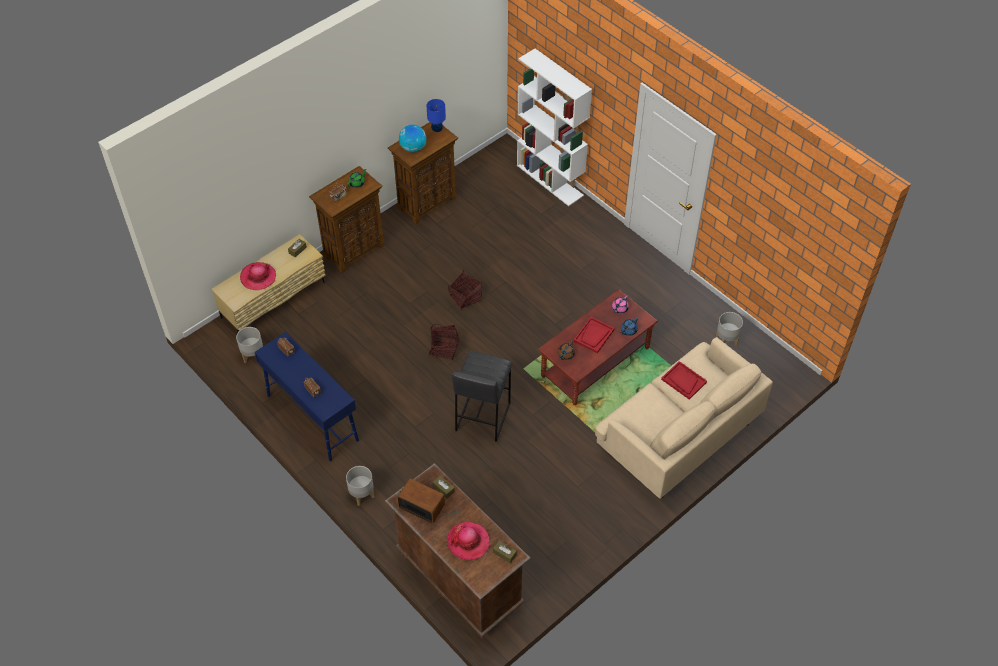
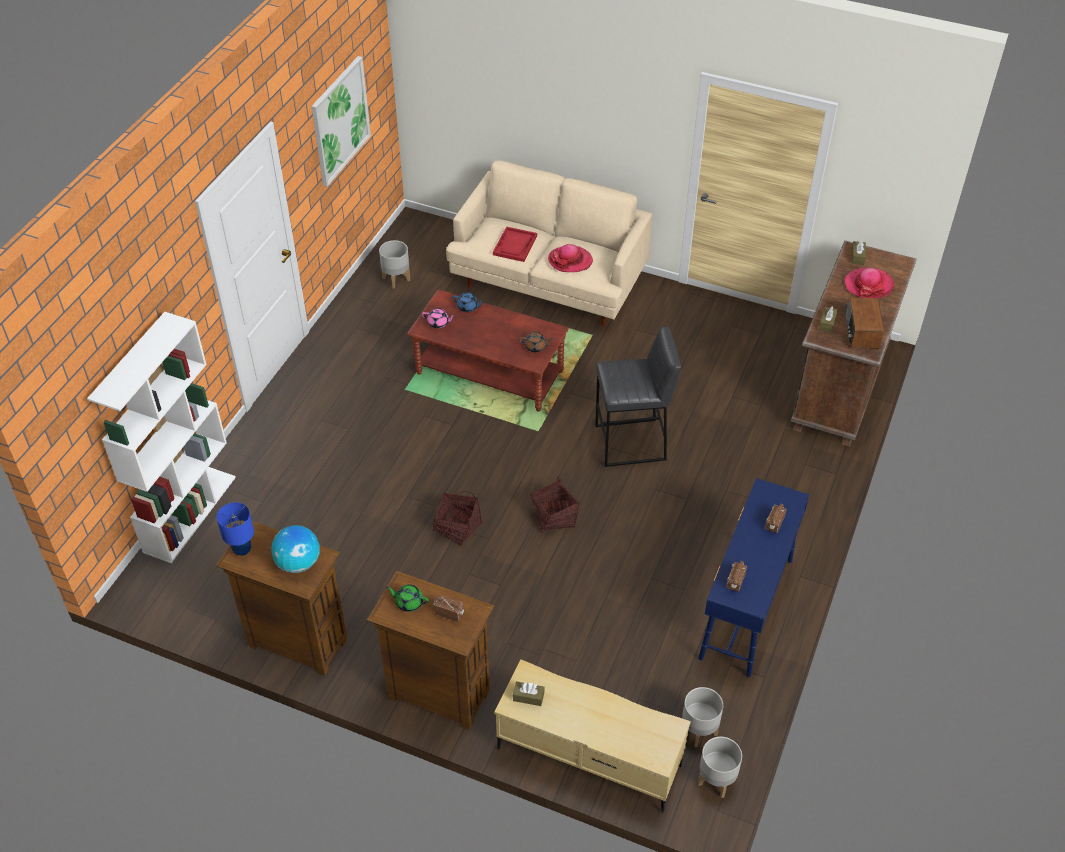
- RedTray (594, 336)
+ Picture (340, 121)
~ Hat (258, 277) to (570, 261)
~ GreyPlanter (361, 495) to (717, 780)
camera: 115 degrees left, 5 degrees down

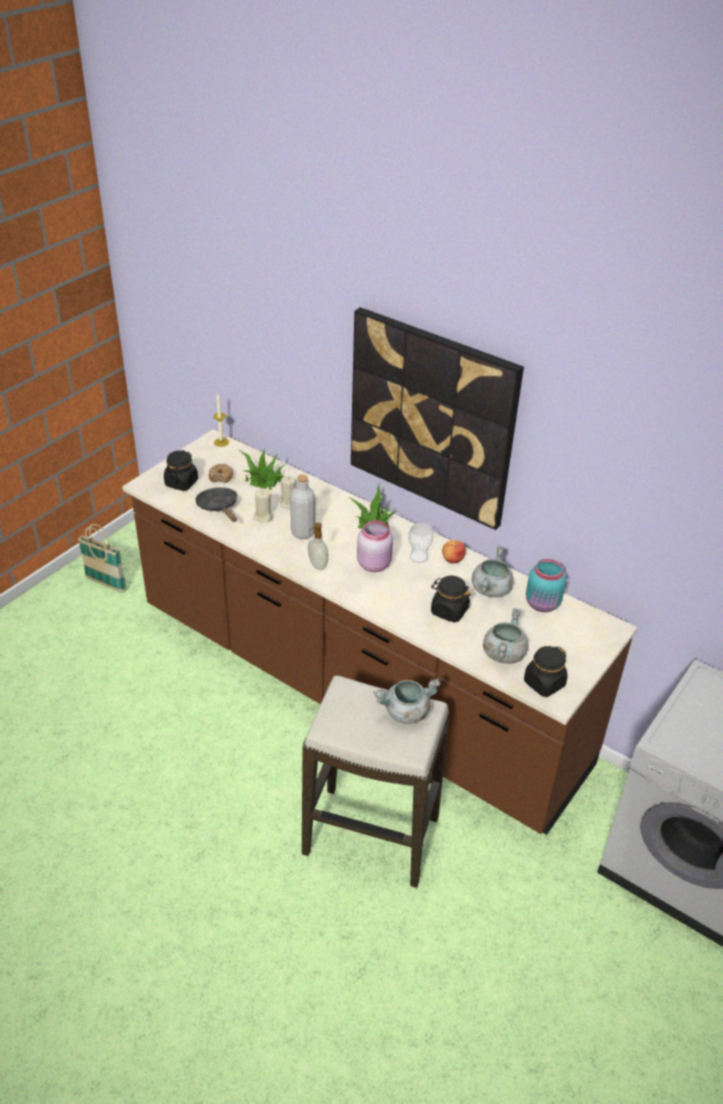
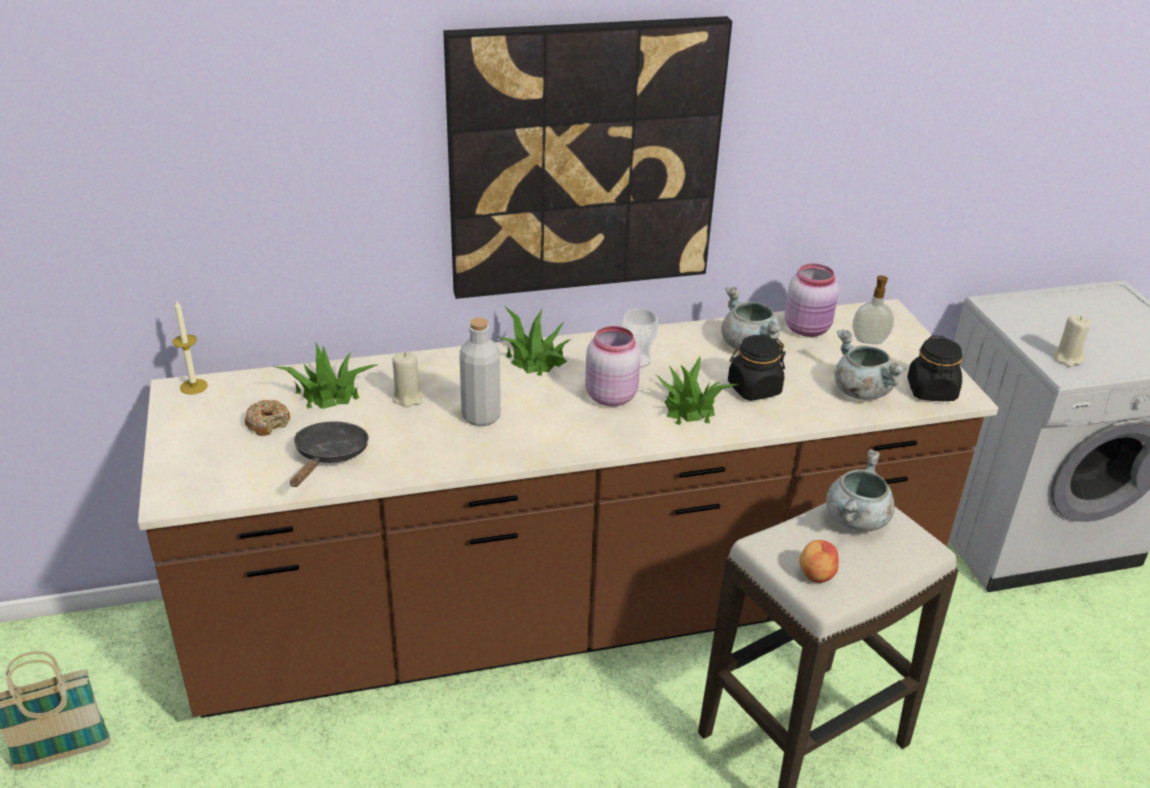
- BlackJar (181, 483)
+ PottedPlant (689, 407)
~ BeigeCandle (263, 517) to (1067, 358)
~ SoapDispenser (317, 565) to (869, 341)
~ Apple (452, 559) to (815, 574)
~ TurquoiseJar (543, 604) to PinkJar (808, 329)
~ BlackFryingPan (219, 507) = (329, 456) 90 degrees clockwise
camera: 50 degrees left, 5 degrees down

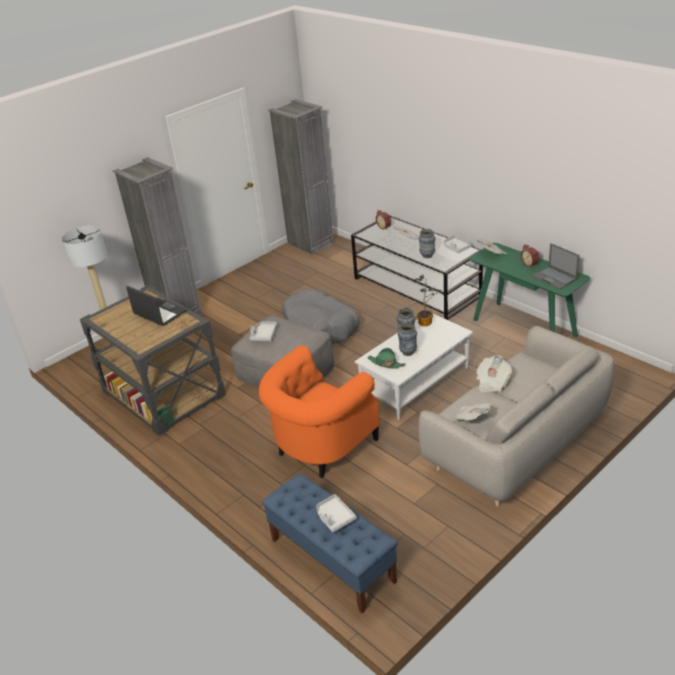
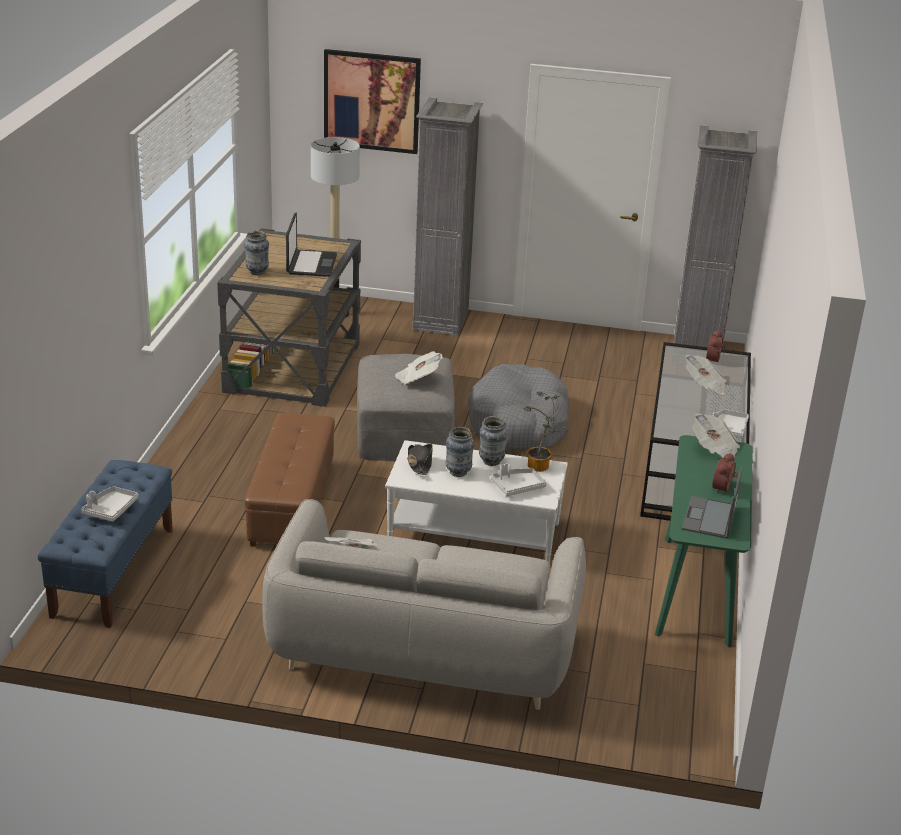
+ Picture (372, 101)
~ GreyTray (264, 335) to (517, 487)
~ Vase (427, 255) to (257, 272)
~ Newspaper (492, 382) to (417, 378)
~ OrangeArmchair (322, 446) to BrownOttoman (291, 502)
~ GreenHat (386, 363) to BlackHat (419, 463)
camera: 50 degrees right, 5 degrees down

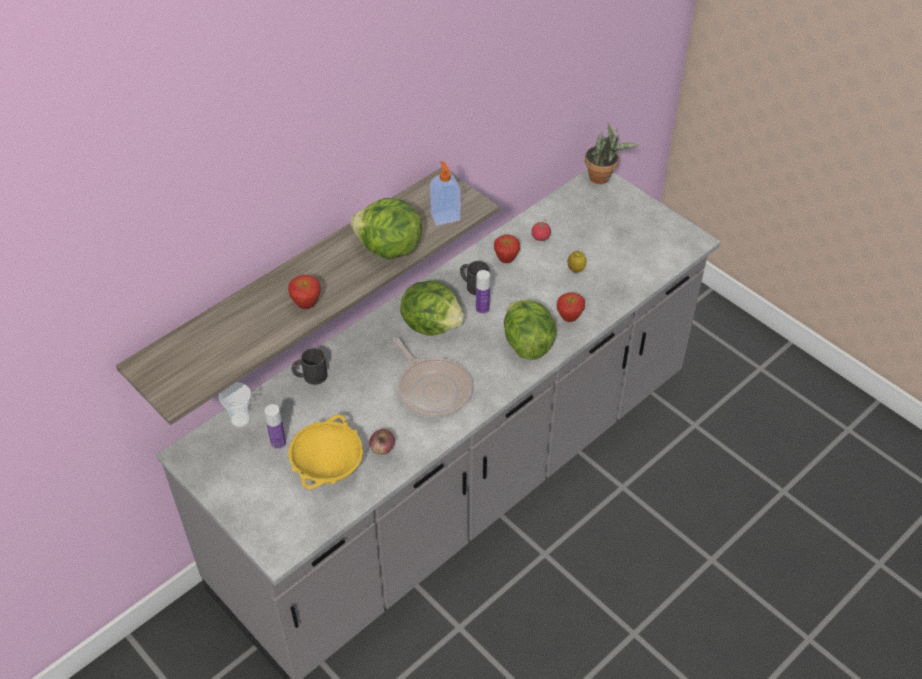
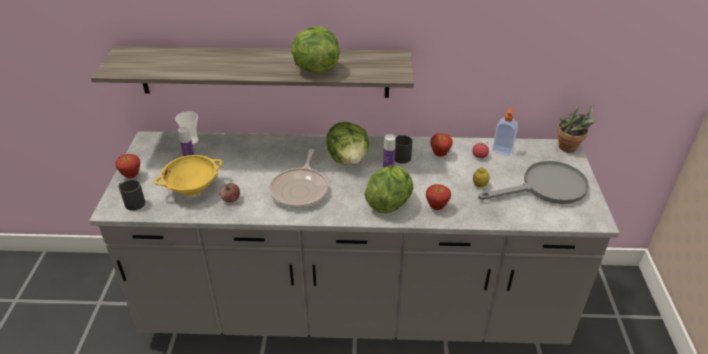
+ GreyFryingPan (546, 188)
~ Apple (306, 305) to (131, 176)
~ BlackMug (310, 376) to (132, 202)
~ SoapDispenser (445, 216) to (502, 150)
camera: 45 degrees right, 10 degrees down

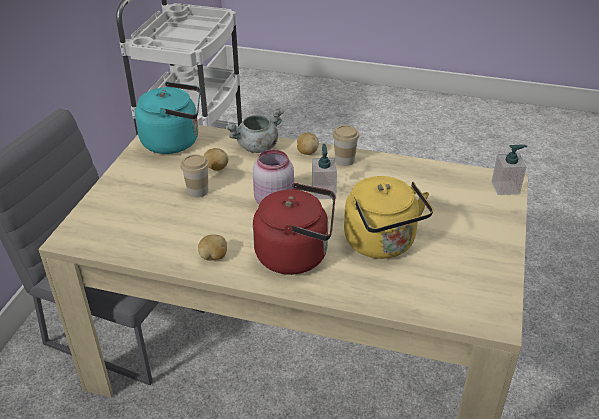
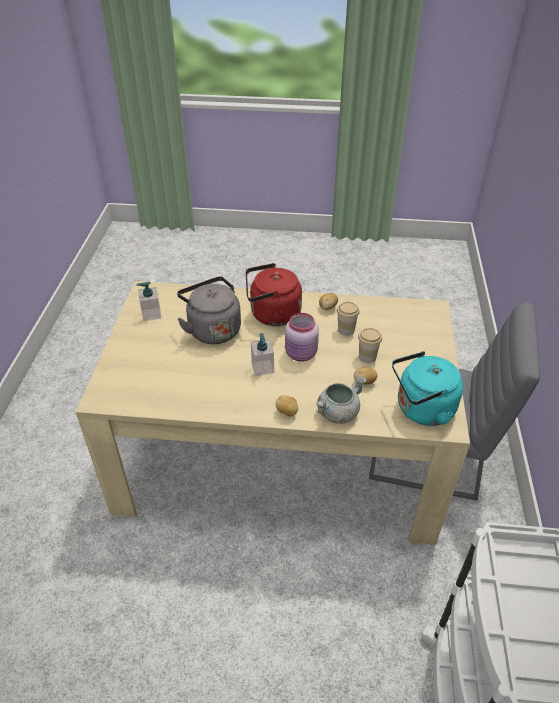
~ Cup (344, 160) to (346, 330)
~ SoapDispenser (505, 188) to (151, 314)
~ YellowKettle (382, 244) to GreyKettle (212, 329)
camera: 170 degrees right, 5 degrees up

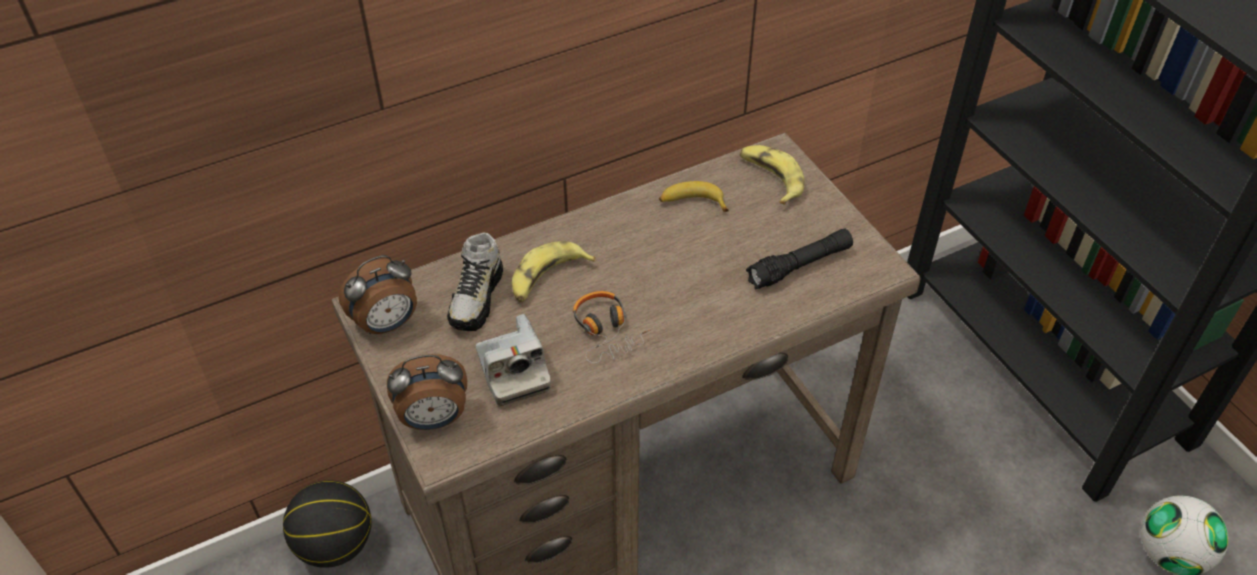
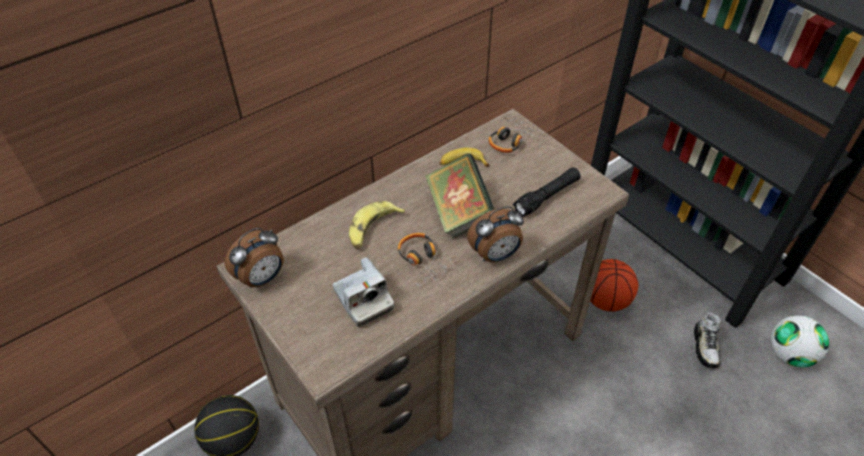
+ Book (459, 212)
+ Basketball (606, 300)
~ AlarmClock (434, 419) to (495, 255)
~ Shoe (477, 298) to (705, 347)
~ Banana (770, 178) to Headphones (511, 140)
camera: 10 degrees left, 0 degrees up

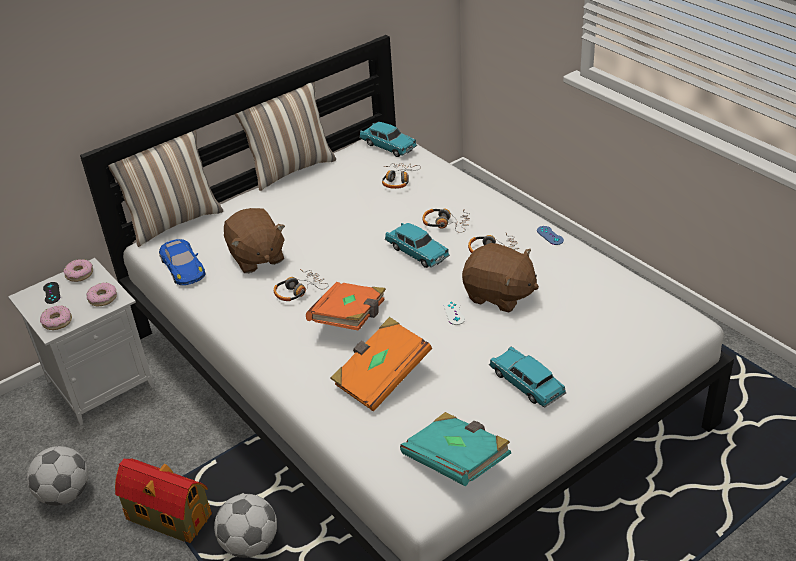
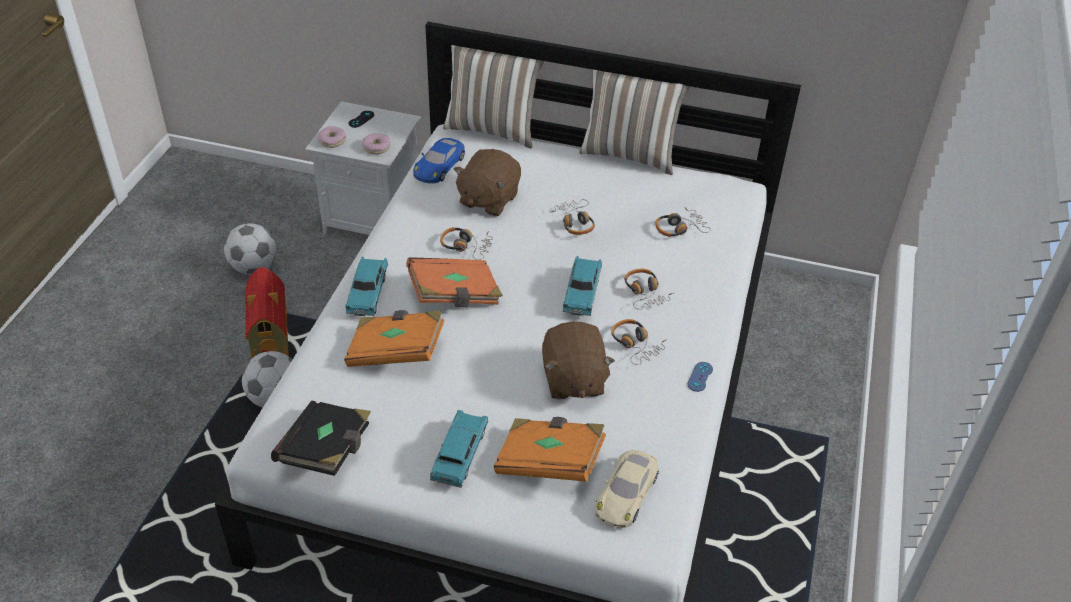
- Donut (79, 274)
- WhiteGameController (454, 312)
+ OrangeBook (549, 462)
+ Headphones (574, 222)
+ BeigeToyCar (626, 493)
~ TurquoiseToyCar (388, 146) to (368, 294)
~ TurquoiseBook (456, 461) to BlackBook (327, 450)
camera: 50 degrees right, 5 degrees up

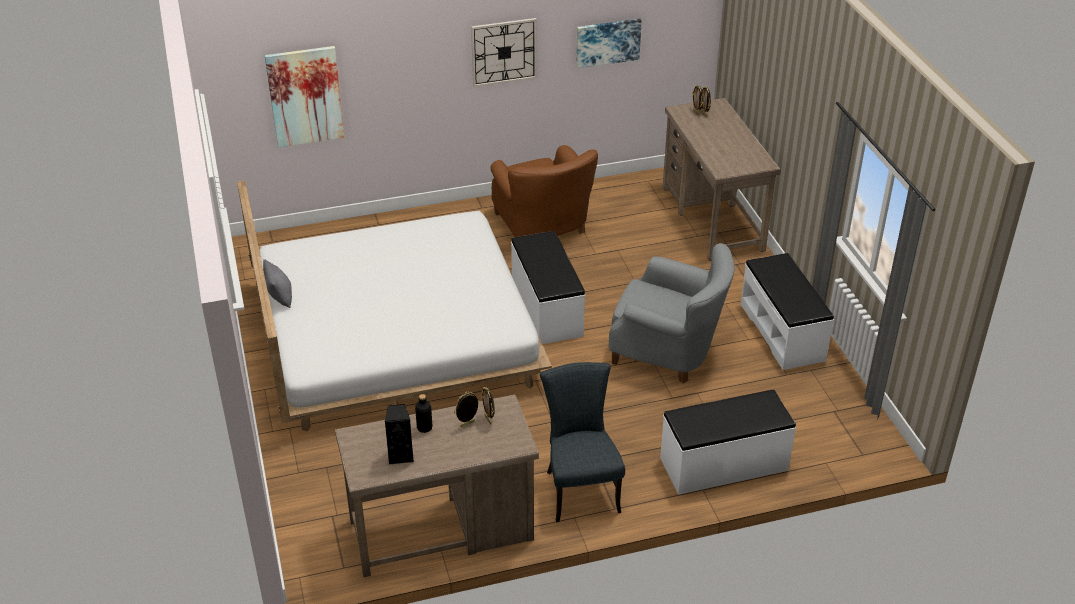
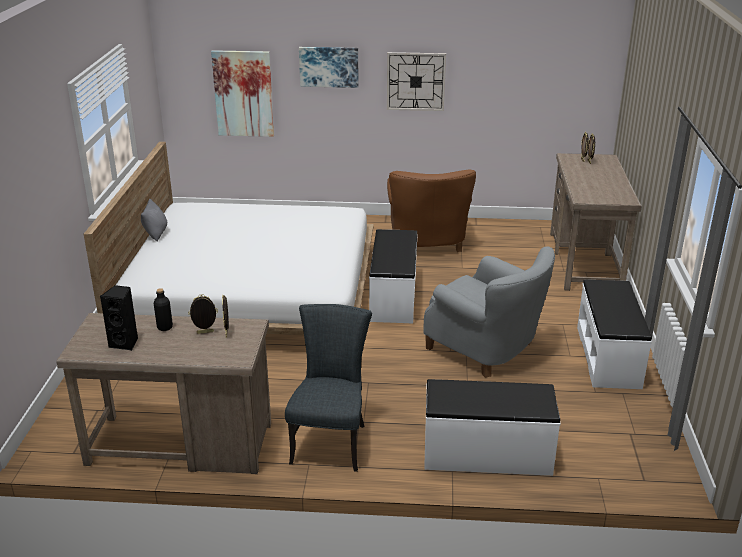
~ Picture (607, 42) to (329, 66)
camera: 20 degrees right, 10 degrees down

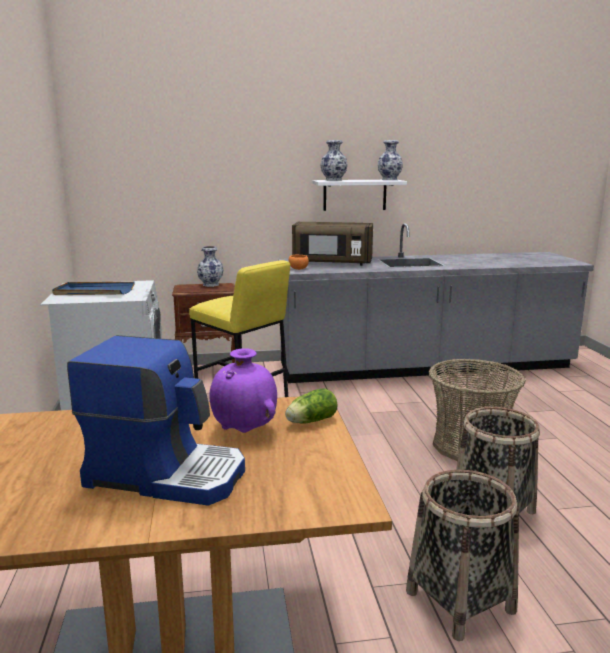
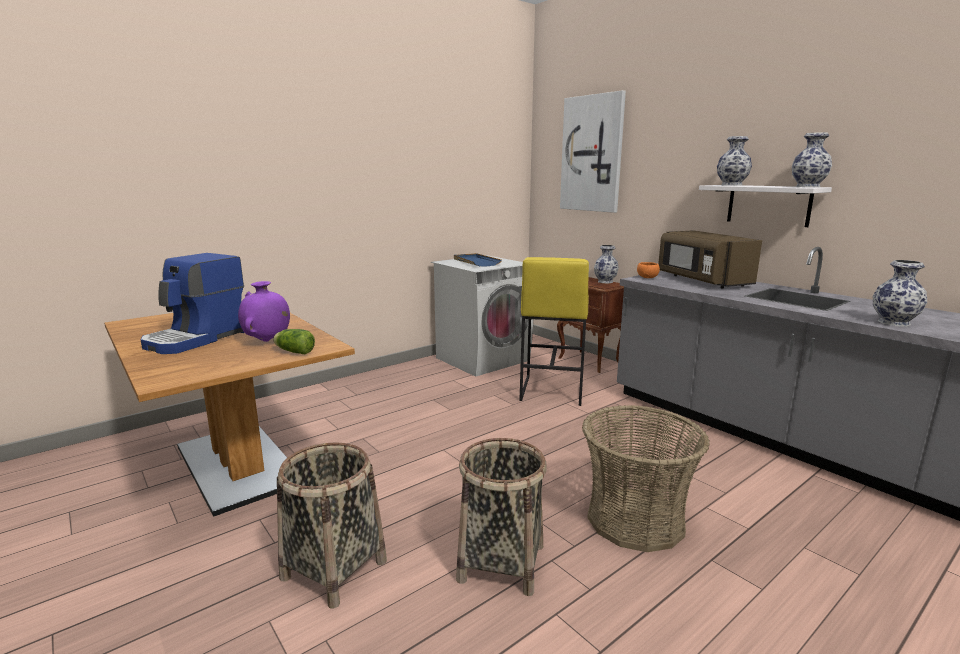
+ Picture (592, 154)
+ Vase (895, 323)
~ CoffeeMachine (167, 474) = (198, 339) 45 degrees clockwise
camera: 60 degrees right, 0 degrees up

